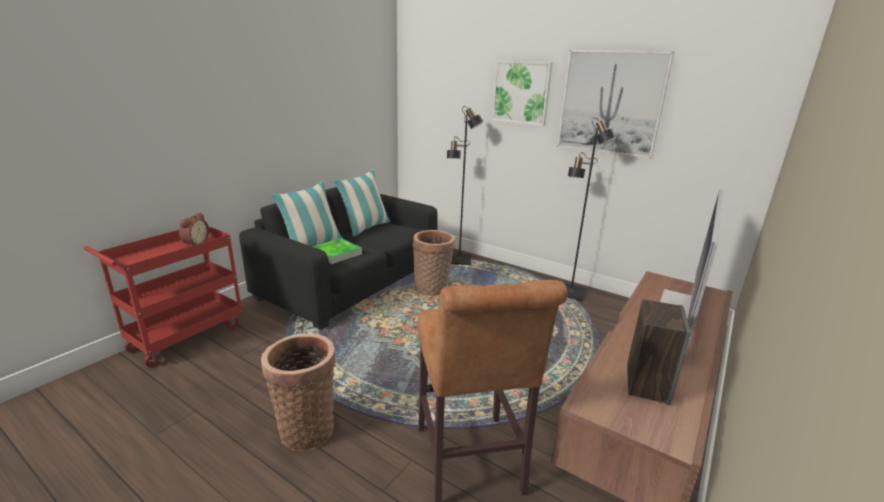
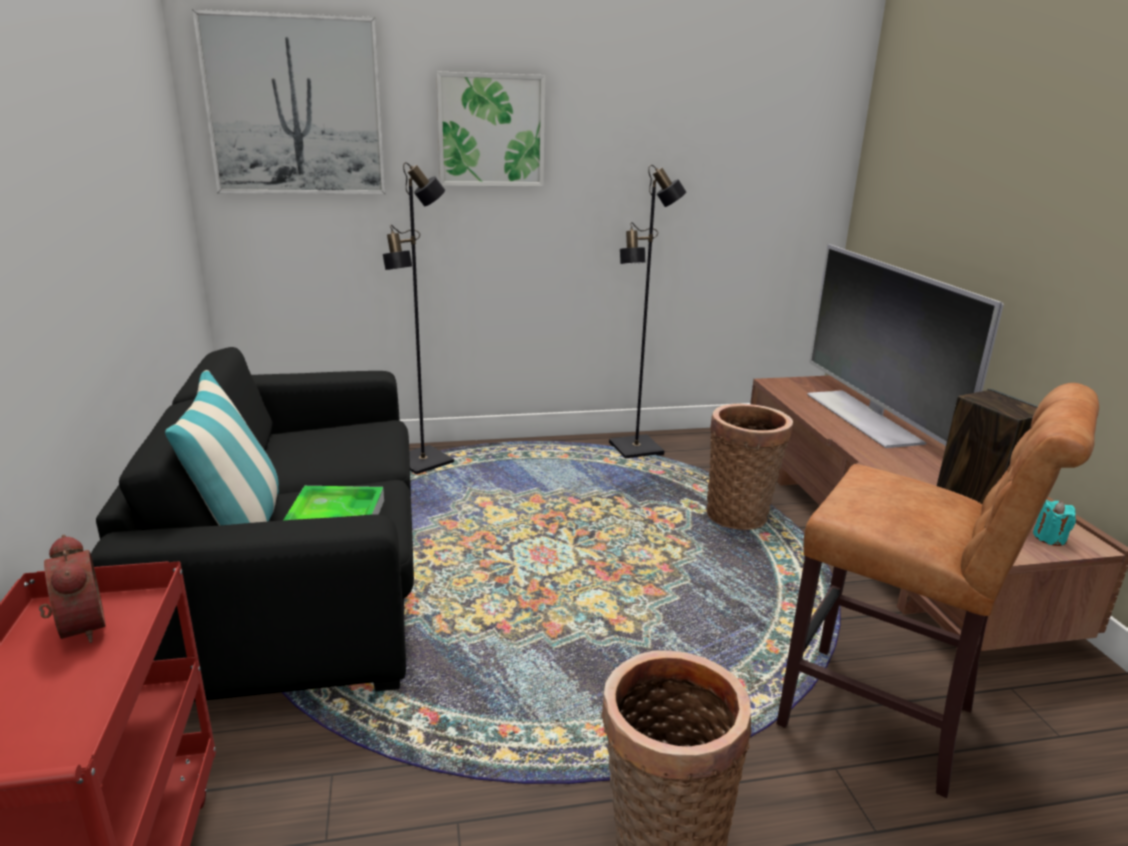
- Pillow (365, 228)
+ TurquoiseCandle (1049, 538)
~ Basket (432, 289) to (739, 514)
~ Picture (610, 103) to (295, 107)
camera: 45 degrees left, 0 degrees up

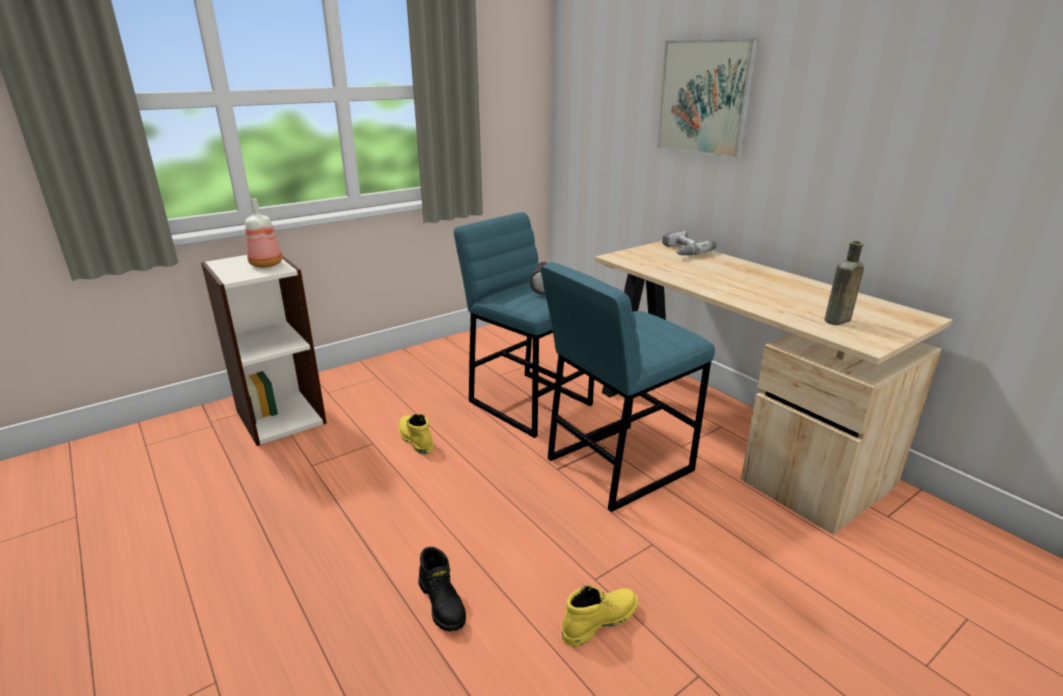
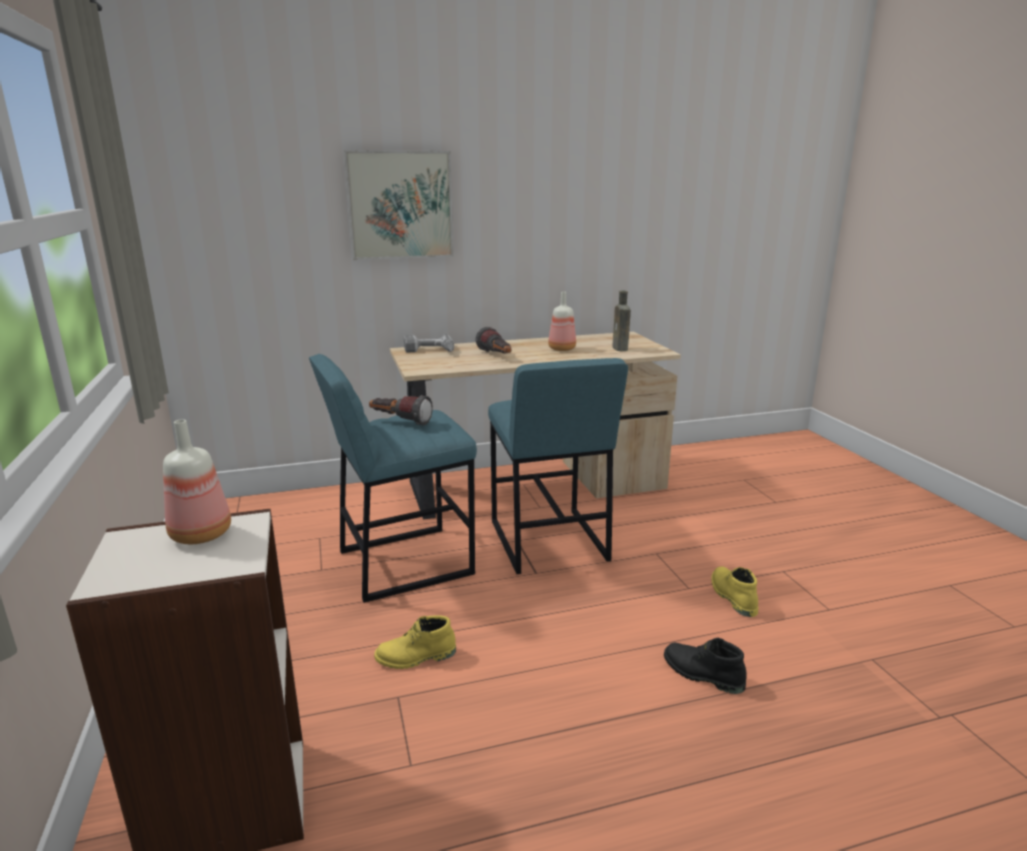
+ Flashlight (496, 356)
+ Bottle (562, 349)
~ BlackBoot (443, 603) = (702, 674) 135 degrees counterclockwise
camera: 70 degrees left, 5 degrees down

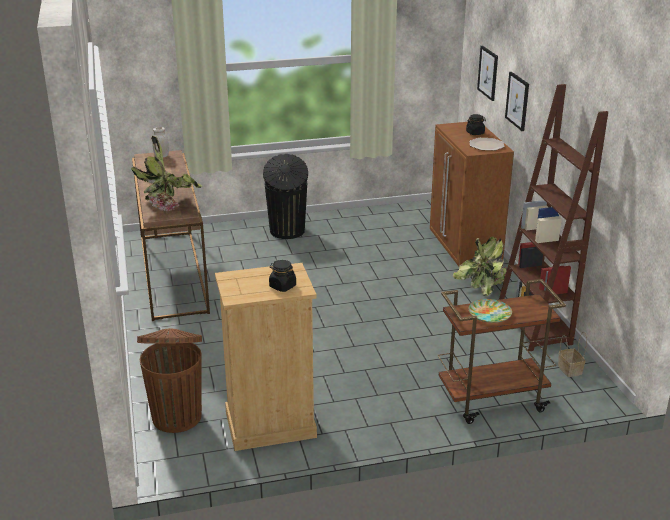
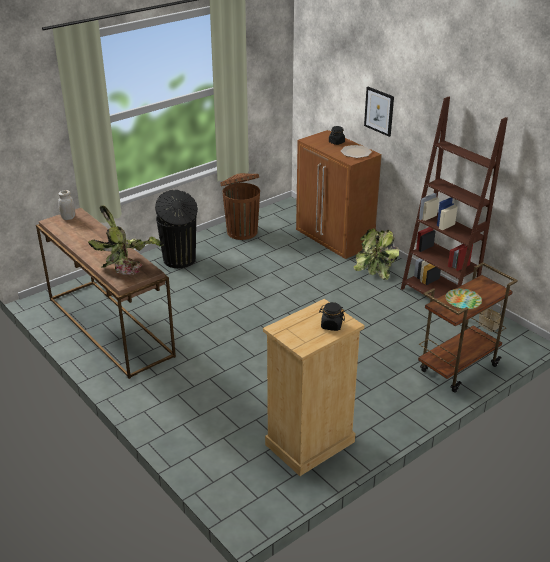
- Picture (488, 73)
~ BrownTrashCan (177, 416) to (241, 231)
camera: 25 degrees left, 5 degrees up

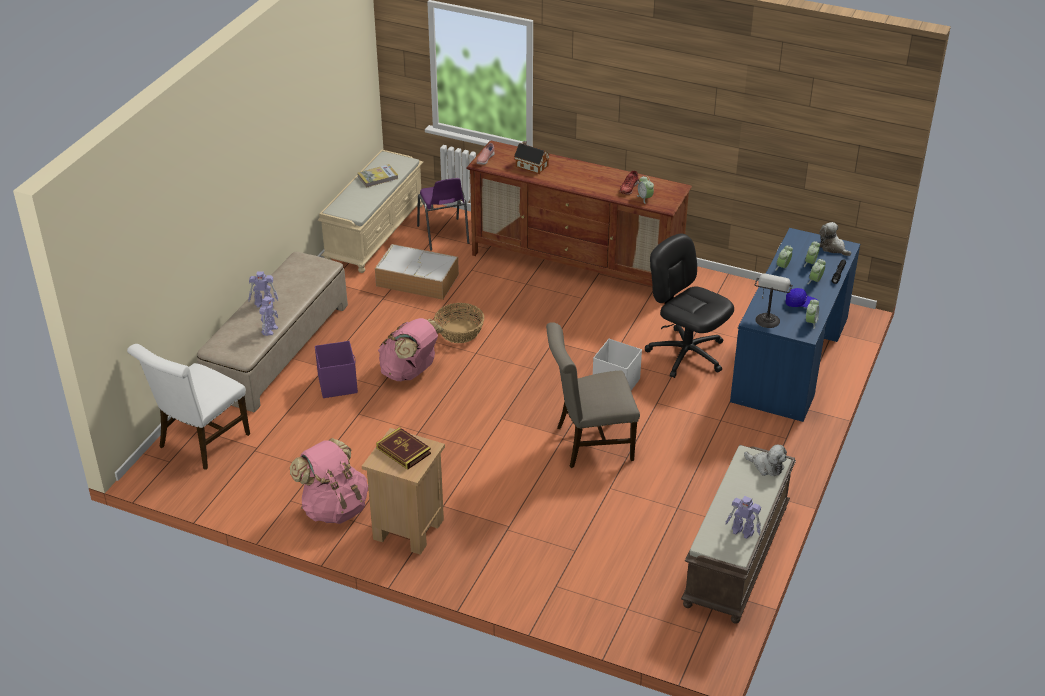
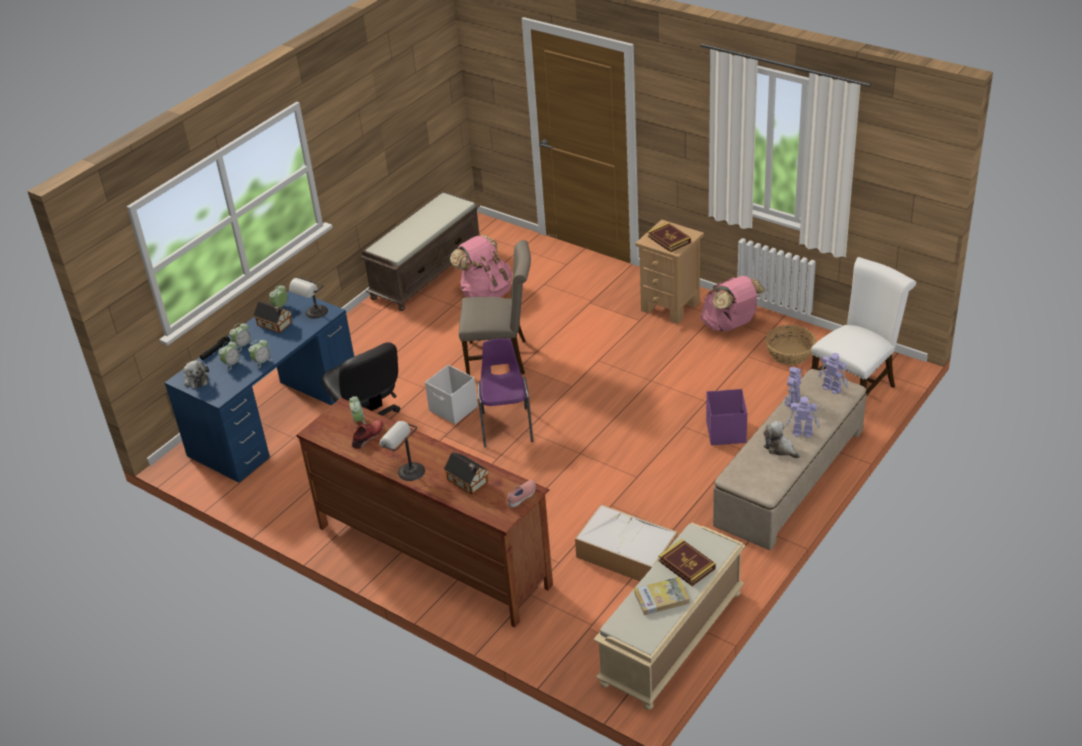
+ TableLamp (406, 470)
+ Book (686, 565)
~ PinkBackpack (410, 372) to (485, 292)
~ PurpleChair (443, 235) to (506, 426)
~ Basket (459, 332) to (790, 354)
~ ToyRobot (743, 531) to (831, 387)
~ PlushToy (766, 466) to (780, 448)
~ BlueCap (800, 304) to ToyHouse (275, 324)
camera: 165 degrees left, 0 degrees up

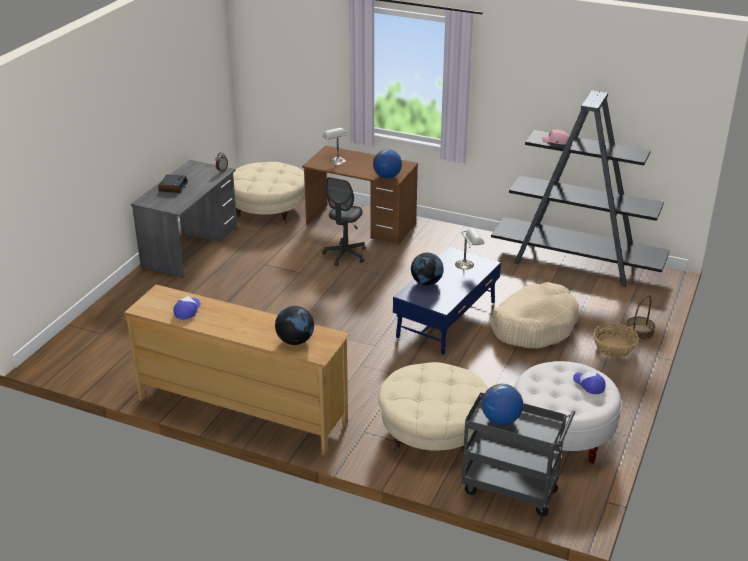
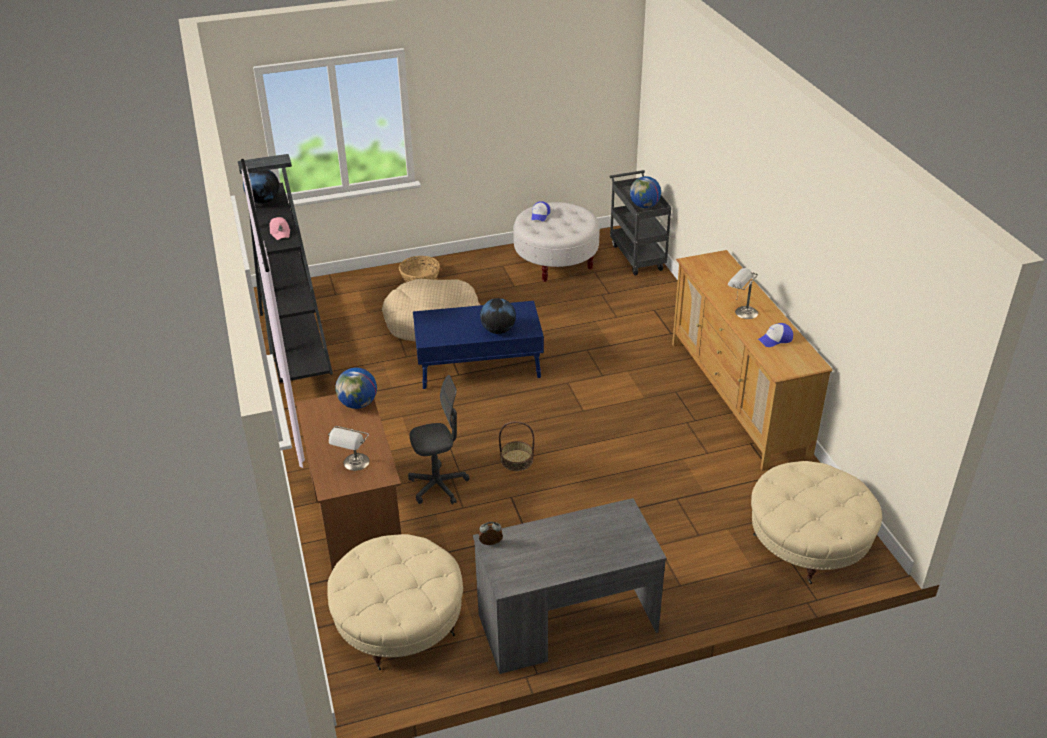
- AlarmClock (173, 187)
~ Globe (295, 341) to (263, 201)
~ BeigeOttoman (433, 431) to (808, 542)
~ WhiteTableLamp (468, 263) to (741, 311)
~ Basket (639, 332) to (516, 460)
camera: 130 degrees left, 5 degrees up

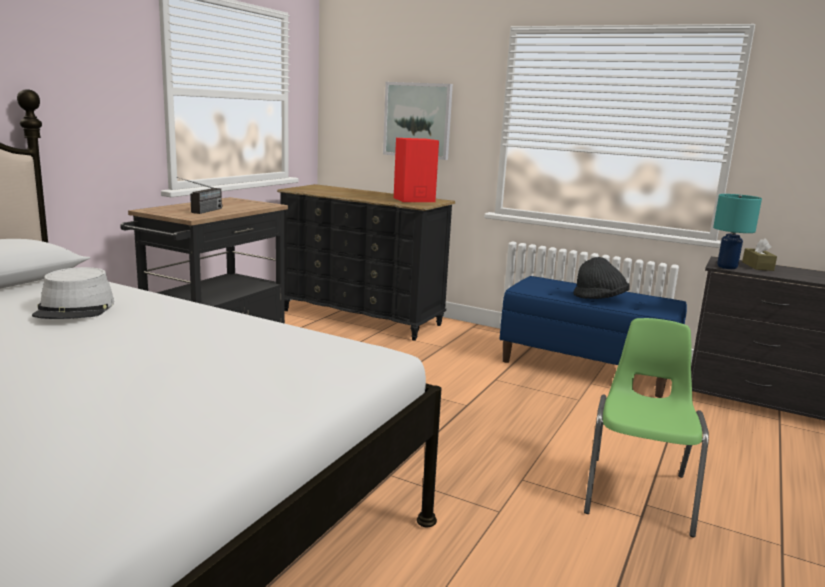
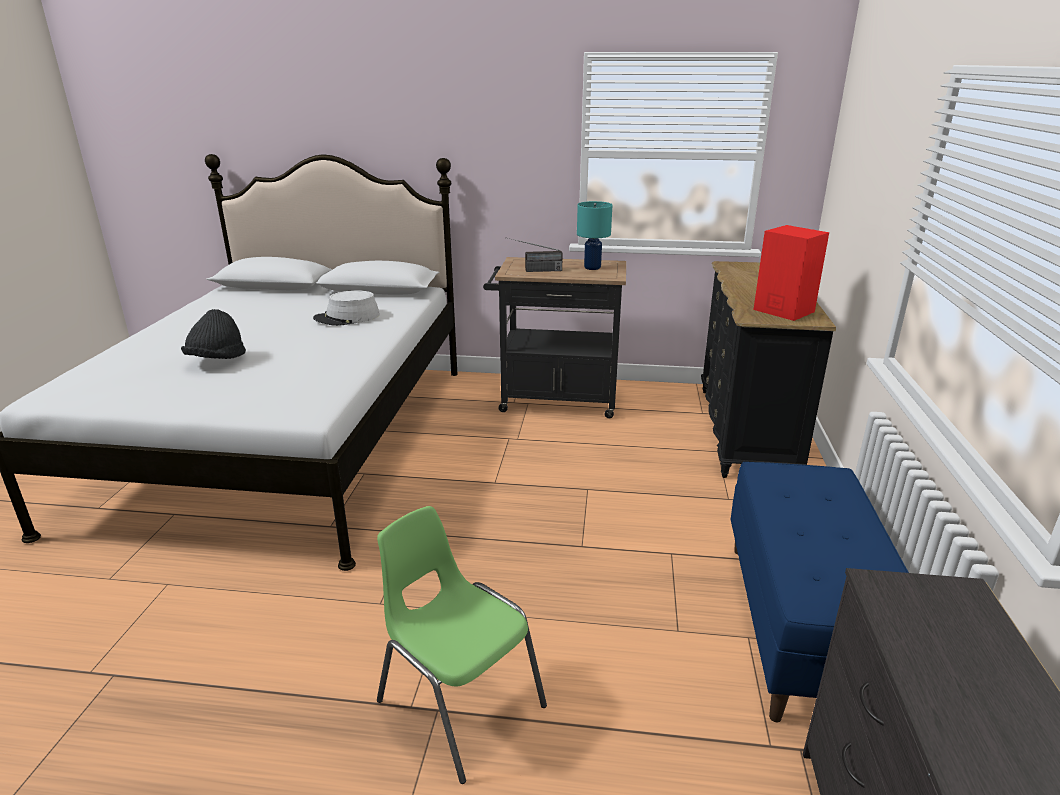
- Picture (417, 120)
- BrownTissueBox (757, 266)
~ BlackHat (600, 300) to (217, 360)
~ TurquoiseTableLamp (726, 267) to (591, 268)
~ GreenChair (638, 493) = (458, 702) 135 degrees counterclockwise
camera: 70 degrees right, 10 degrees up

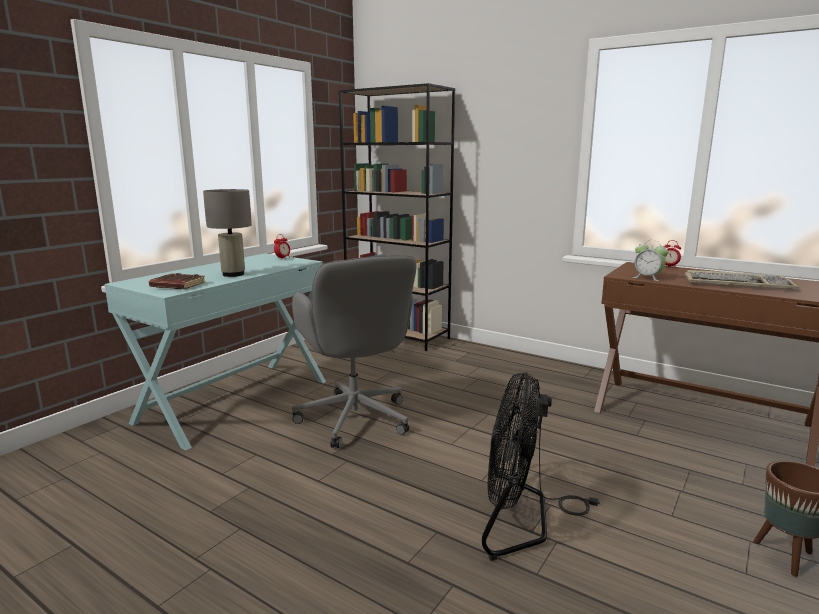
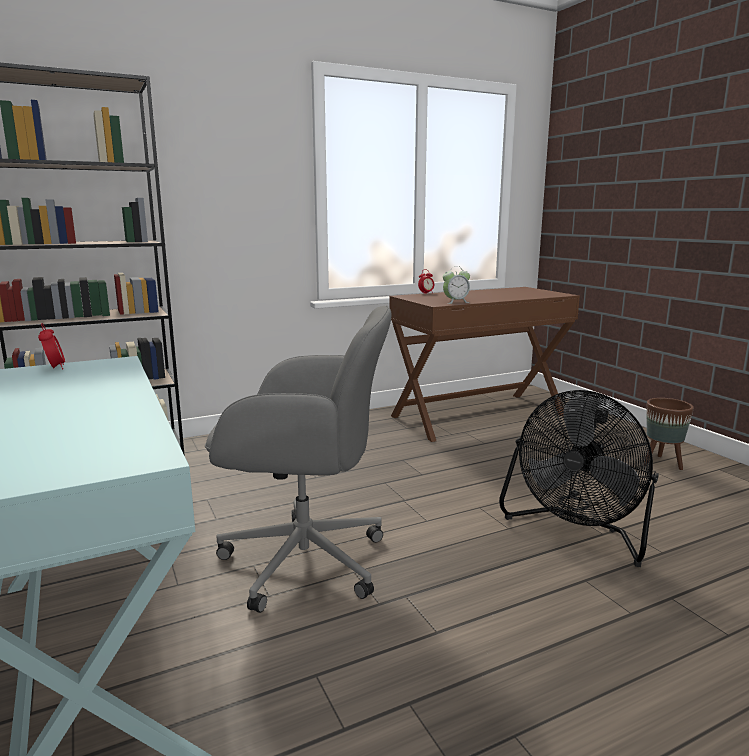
- BrownBook (177, 285)
- GreyTableLamp (233, 274)
- Keyboard (738, 284)
camera: 60 degrees left, 0 degrees up

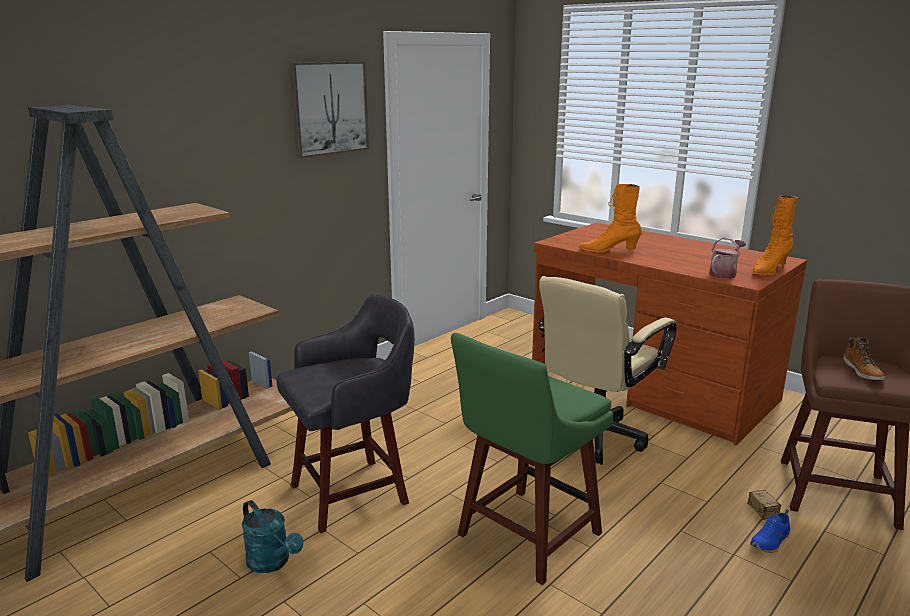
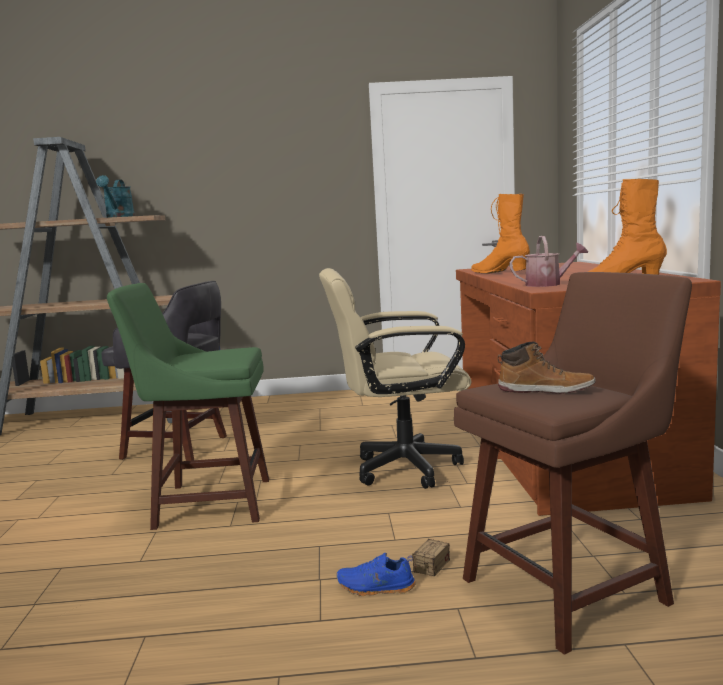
- Picture (329, 108)
~ TurquoiseWateringCan (272, 563) to (118, 217)
~ Boot (863, 372) = (545, 390) 120 degrees counterclockwise
camera: 45 degrees right, 10 degrees down

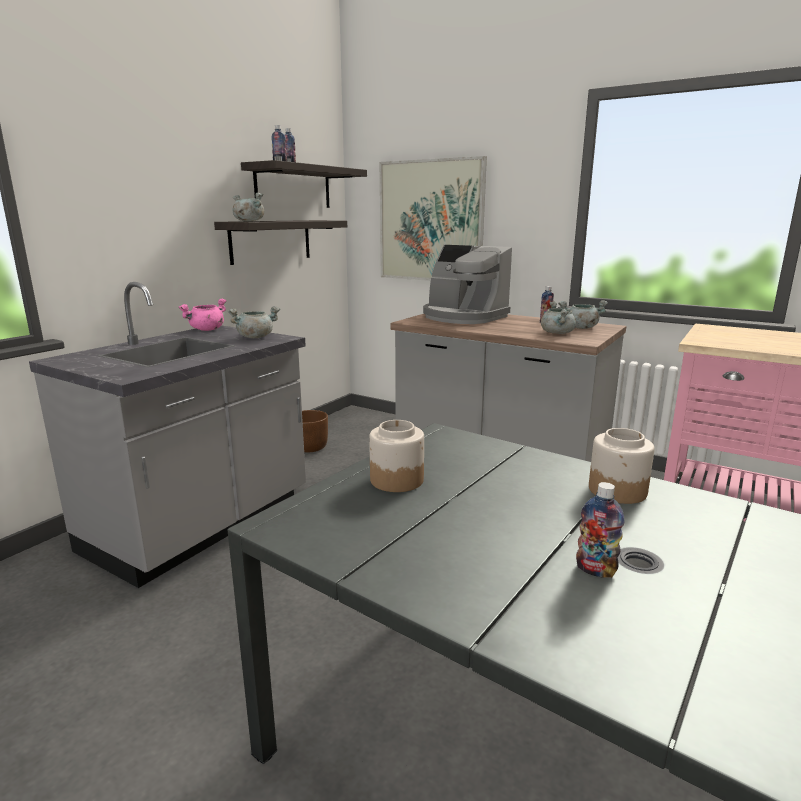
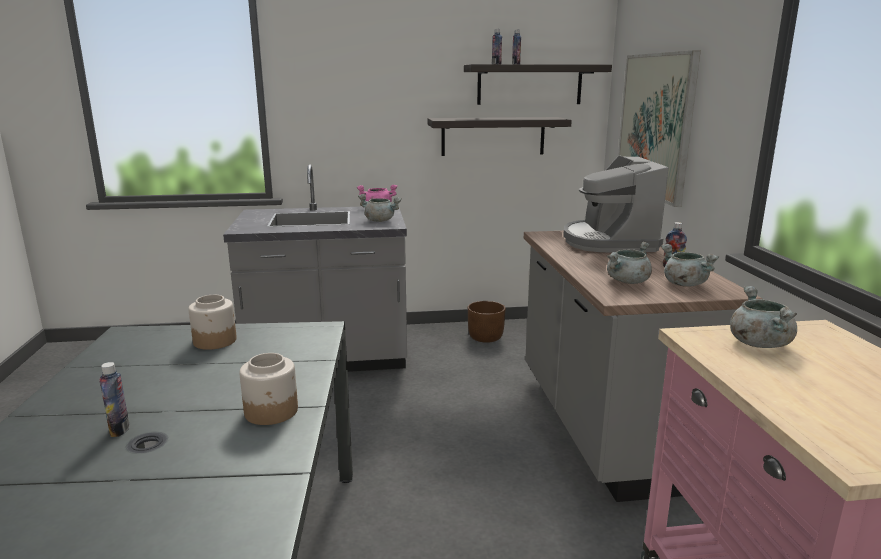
~ GreyCookingPot (248, 221) to (758, 343)
camera: 50 degrees right, 0 degrees up

